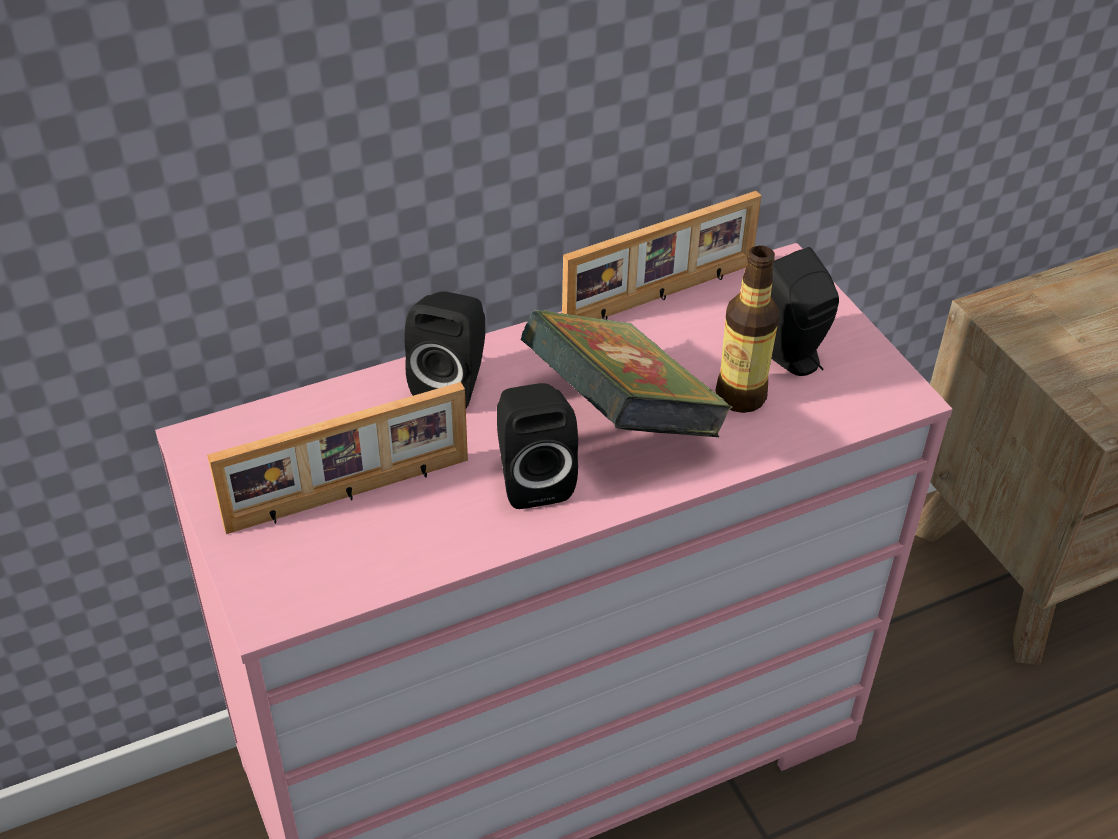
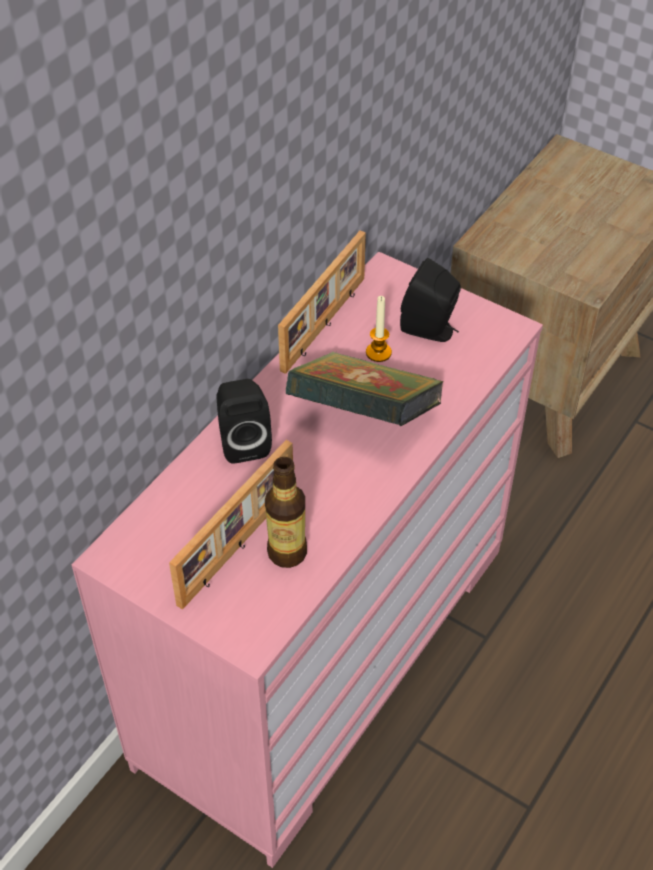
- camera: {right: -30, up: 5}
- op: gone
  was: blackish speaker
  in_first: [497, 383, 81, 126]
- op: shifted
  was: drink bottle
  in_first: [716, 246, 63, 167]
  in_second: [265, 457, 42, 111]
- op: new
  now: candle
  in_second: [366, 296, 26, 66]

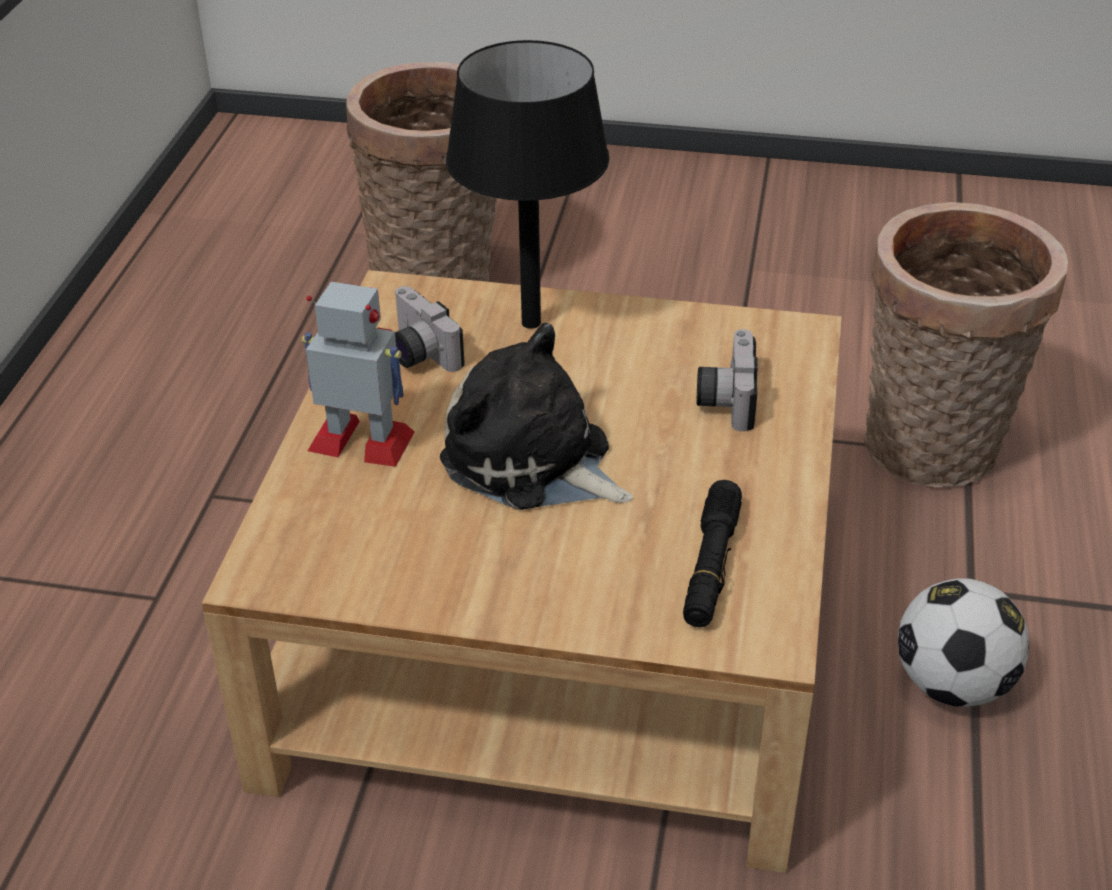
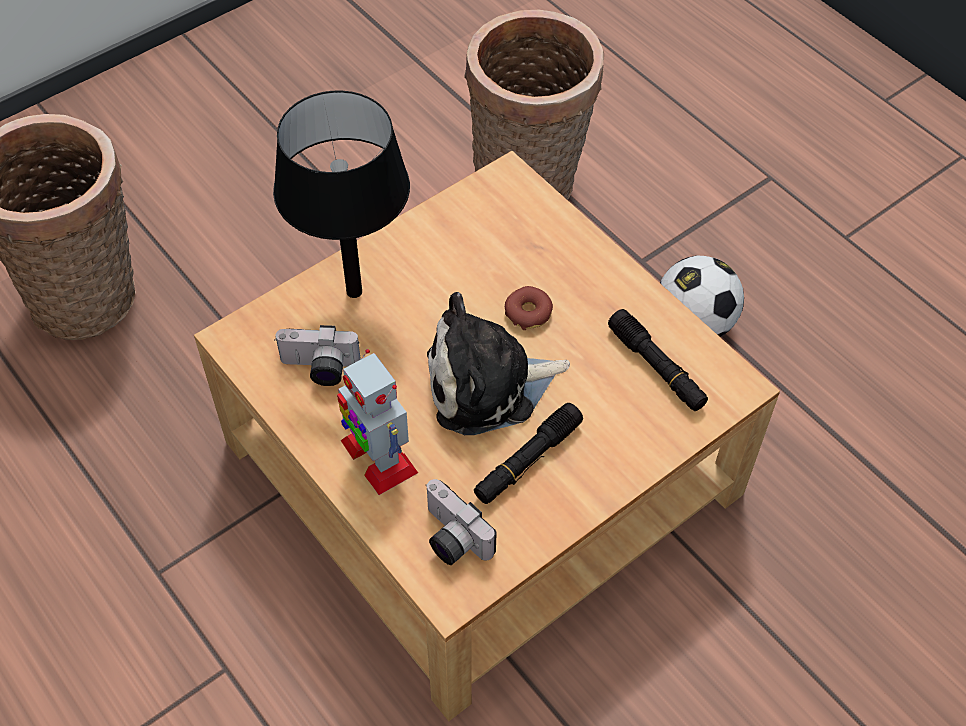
- camera: {right: -50, up: 15}
- op: rotated
  was: robot figure
  in_first: [301, 282, 114, 185]
  in_second: [337, 349, 81, 146]
  clockwise: -90
- op: shifted
  was: still camera
  in_first: [697, 329, 61, 102]
  in_second: [427, 479, 70, 86]
- op: new
  now: blackish torch
  in_second: [474, 403, 109, 101]
- op: new
  now: doughnut
  in_second: [505, 286, 48, 44]

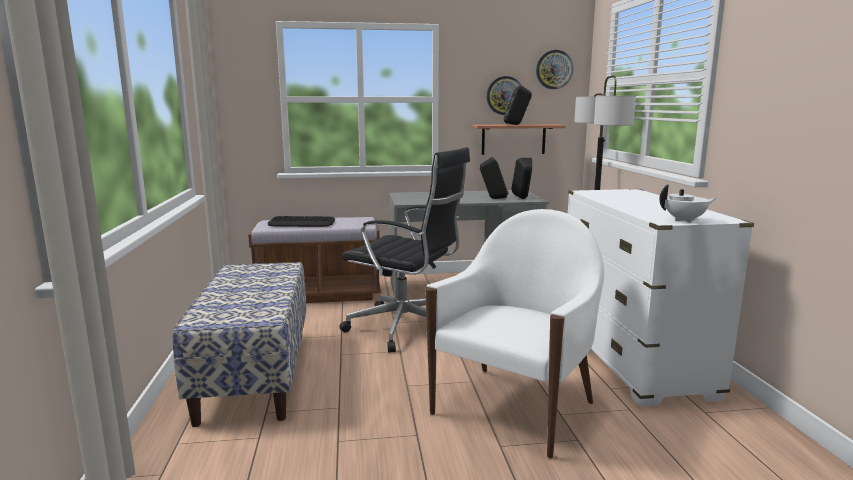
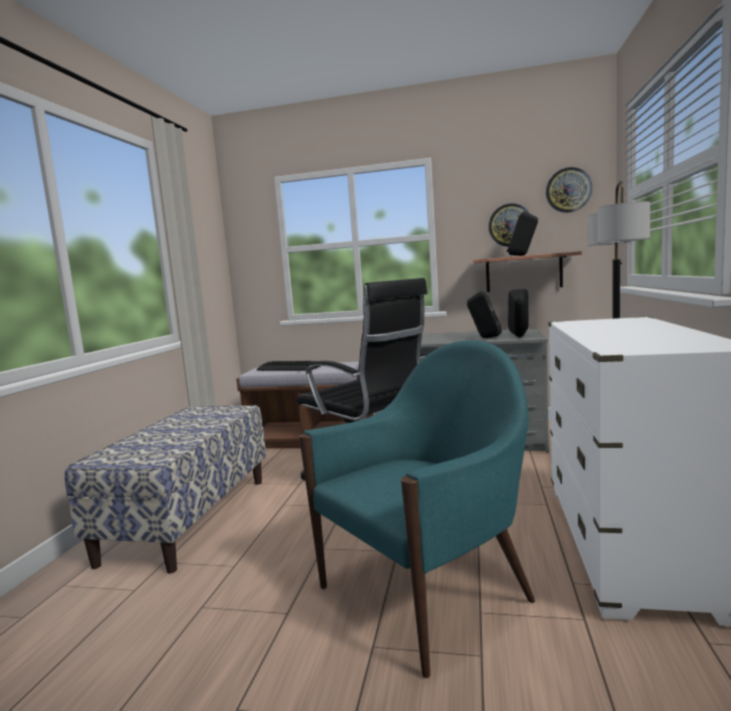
- camera: {right: 20, up: -5}
- op: repainted
  was: white armchair
  now: blue-green armchair
  in_first: [425, 209, 179, 249]
  in_second: [299, 340, 236, 338]
- op: gone
  was: white tea pot
  in_first: [659, 184, 57, 39]

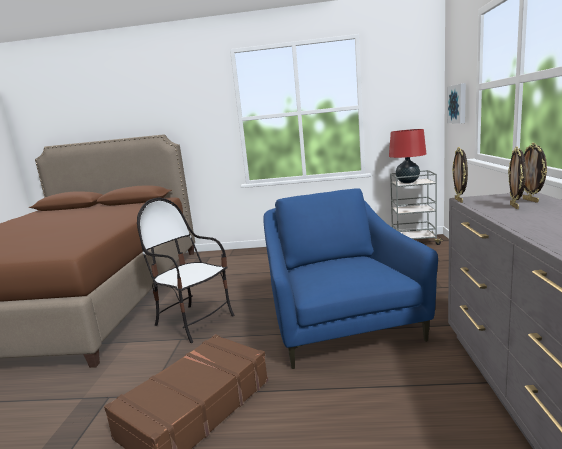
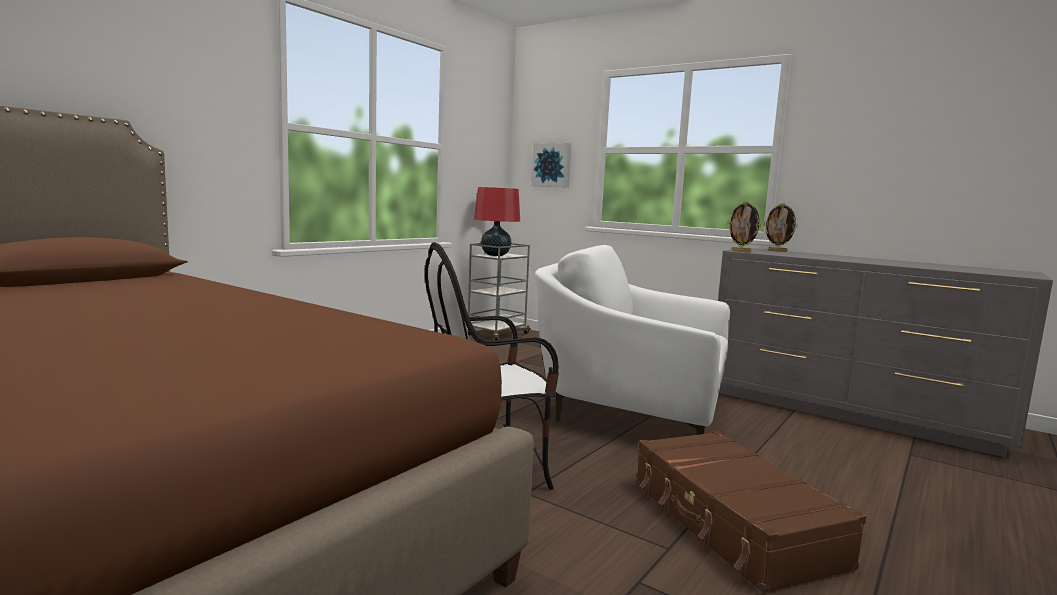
- camera: {right: -60, up: -5}
- op: repainted
  was: blue armchair
  now: white armchair
  in_first: [263, 189, 175, 180]
  in_second: [535, 245, 195, 190]
- op: gone
  was: photo frame
  in_first: [508, 146, 18, 63]

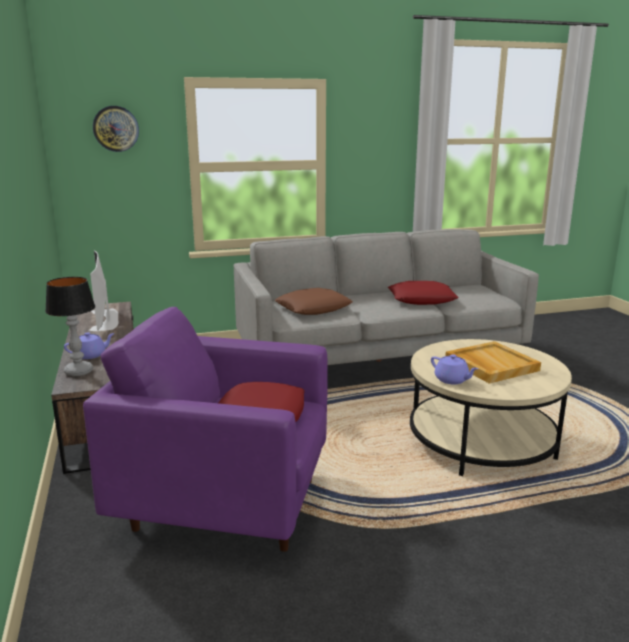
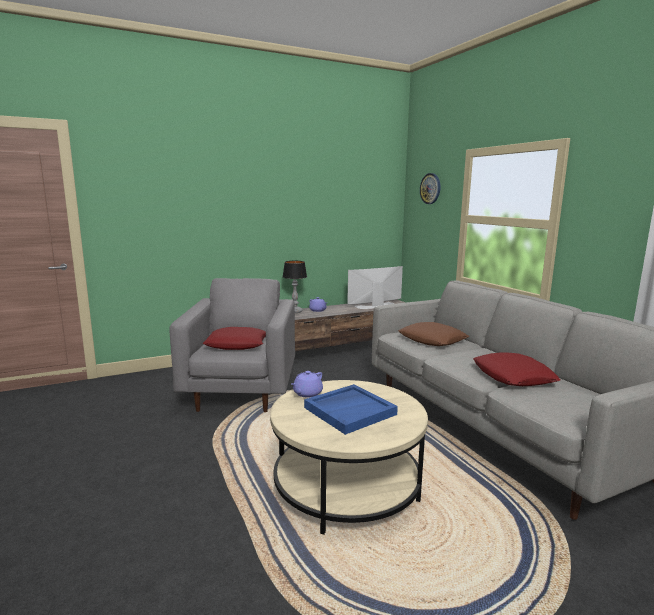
- camera: {right: 80, up: -5}
- op: repainted
  was: purple-coloured armchair
  now: greyish armchair
  in_first: [83, 307, 245, 245]
  in_second: [169, 278, 126, 134]
- op: repainted
  was: sand-coloured serving tray
  now: blue serving tray
  in_first: [445, 341, 96, 43]
  in_second: [304, 384, 94, 51]

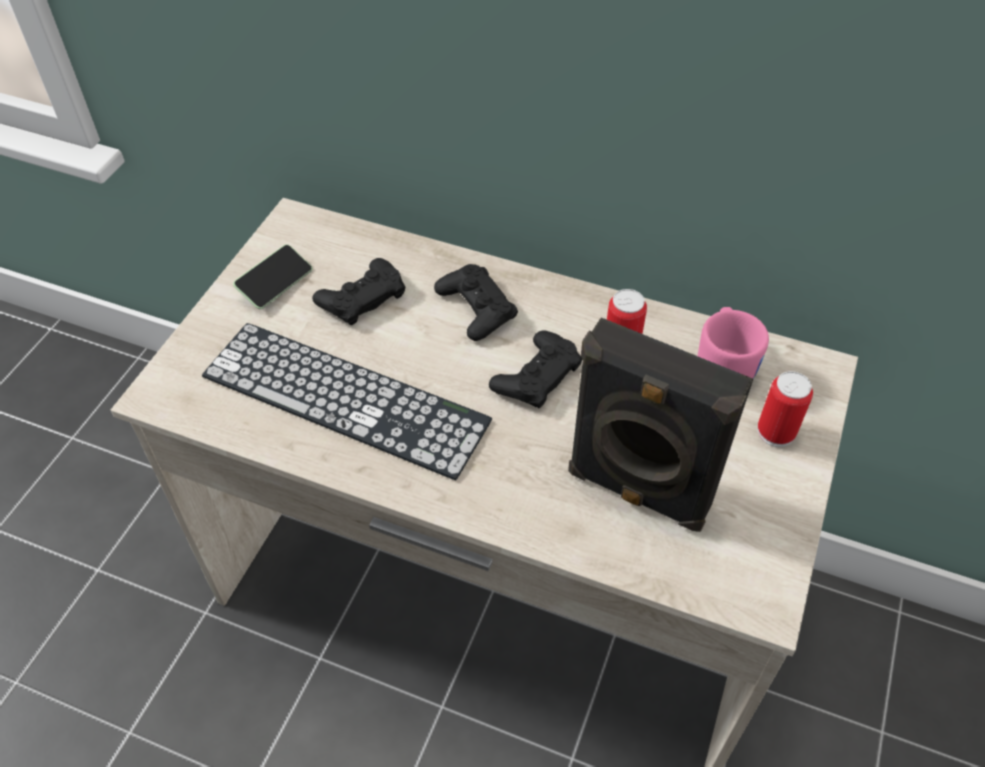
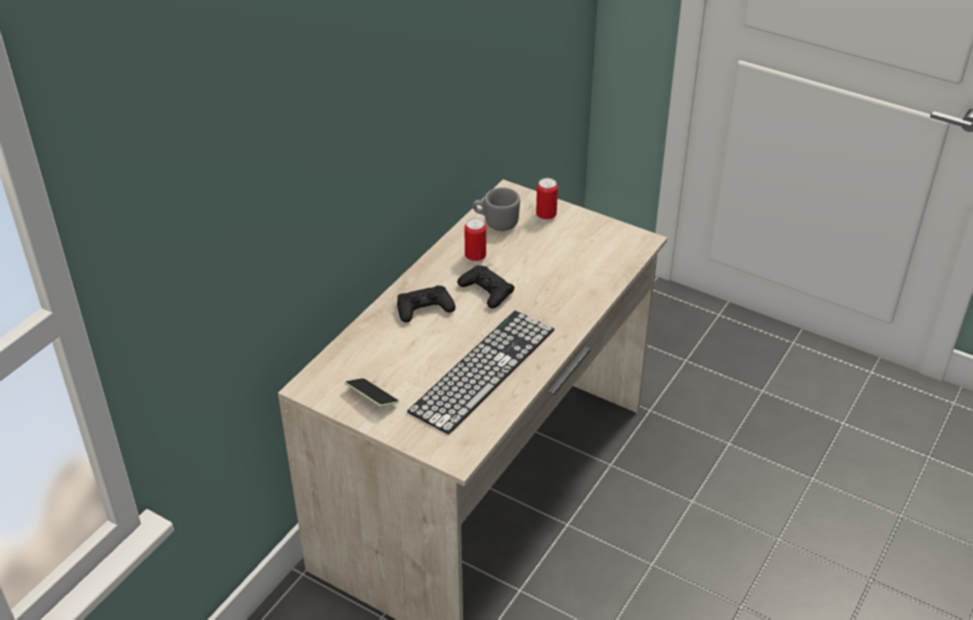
- camera: {right: -80, up: -10}
- op: gone
  was: blackish joypad
  in_first: [312, 258, 94, 67]
- op: gone
  was: blackish speaker
  in_first: [568, 317, 185, 215]
- op: repainted
  was: pink-coloured tea mug
  now: greyish tea mug
  in_first: [698, 307, 71, 71]
  in_second: [473, 187, 47, 44]

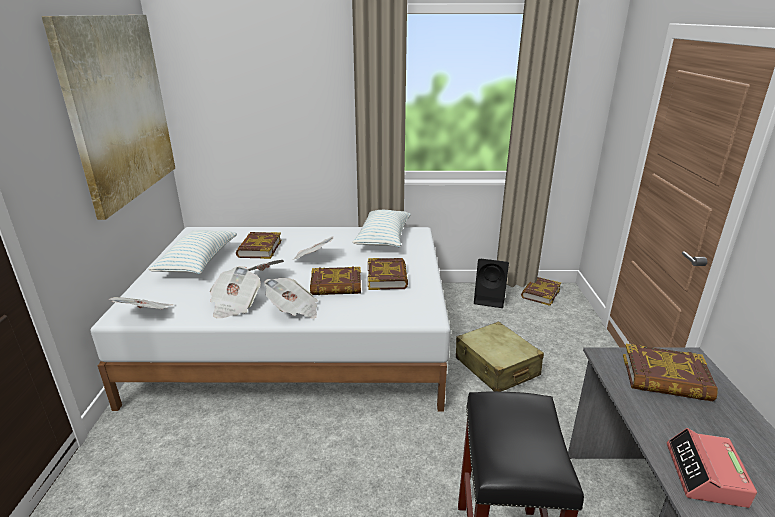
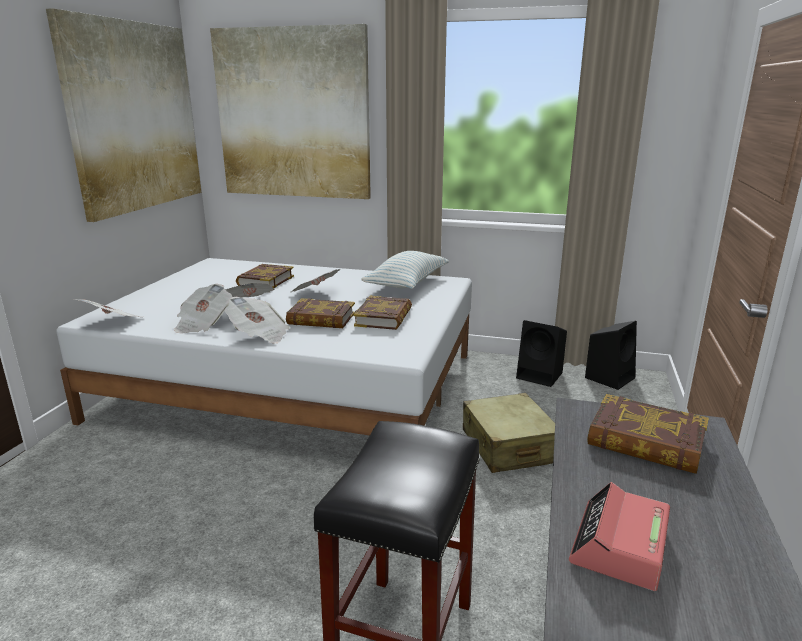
- camera: {right: 15, up: -5}
- op: gone
  was: throw pillow
  in_first: [149, 230, 88, 44]
- op: swapped
  was: bound book
  now: blackish speaker
  in_first: [521, 277, 40, 29]
  in_second: [585, 321, 52, 69]
- op: new
  now: wall art
  in_second: [210, 24, 161, 175]

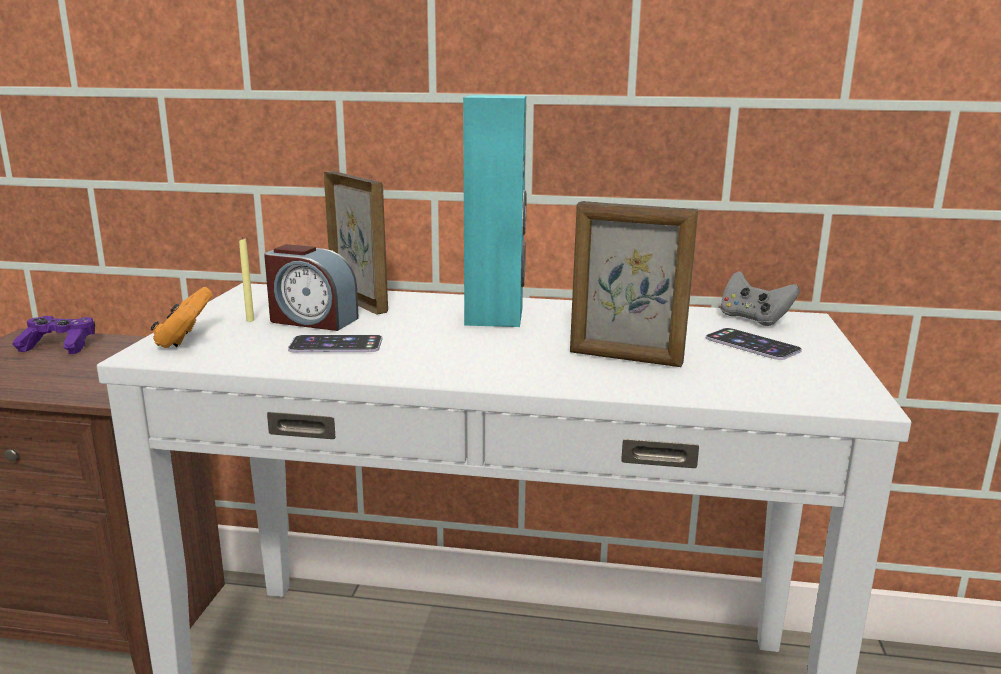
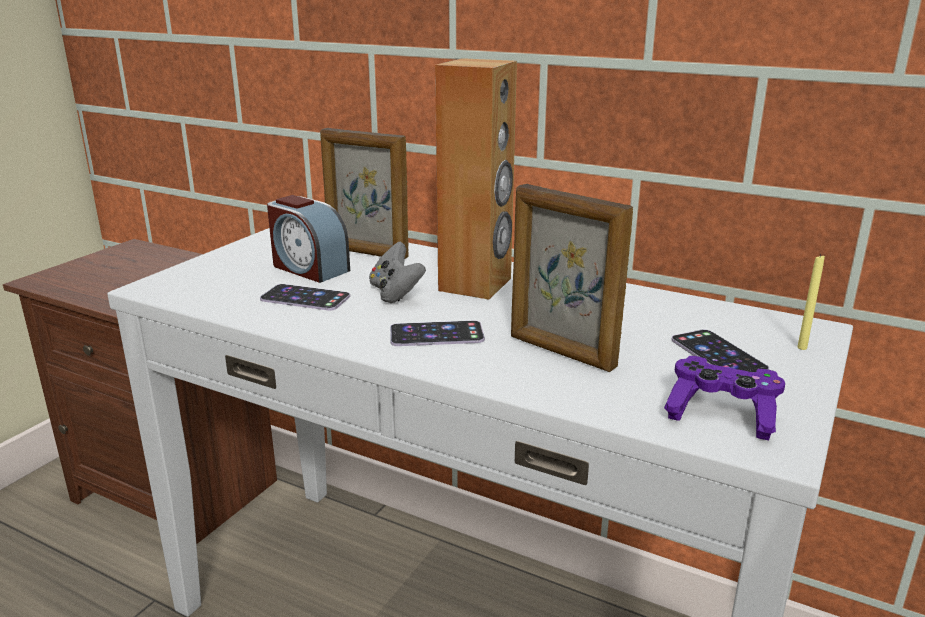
- camera: {right: 20, up: 5}
- op: shifted
  was: purple-coloured joypad
  in_first: [12, 316, 83, 38]
  in_second: [664, 356, 121, 84]
- op: gone
  was: orange-coloured joypad
  in_first: [151, 287, 62, 61]
- op: shifted
  was: yellow candle
  in_first: [239, 237, 15, 85]
  in_second: [797, 254, 28, 96]
- op: rotated
  was: photo frame
  in_first: [324, 171, 64, 143]
  in_second: [320, 128, 89, 131]
  clockwise: 135
- op: repainted
  was: blue-green speaker
  now: brown speaker
  in_first: [463, 95, 64, 232]
  in_second: [435, 58, 82, 242]
- op: shifted
  was: greyish joypad
  in_first: [720, 271, 80, 55]
  in_second: [369, 241, 57, 62]
- op: new
  now: handset
  in_second: [390, 321, 95, 25]

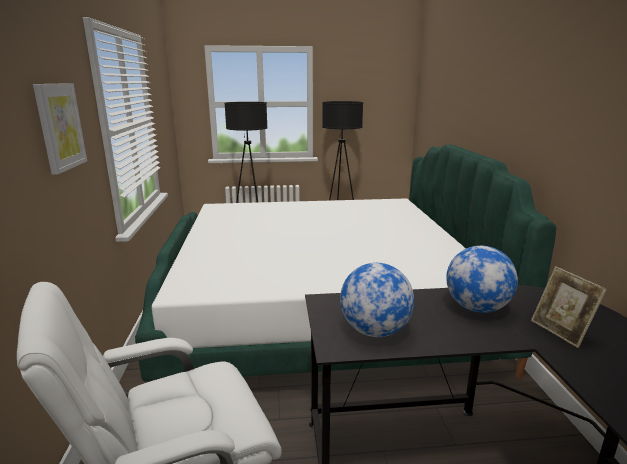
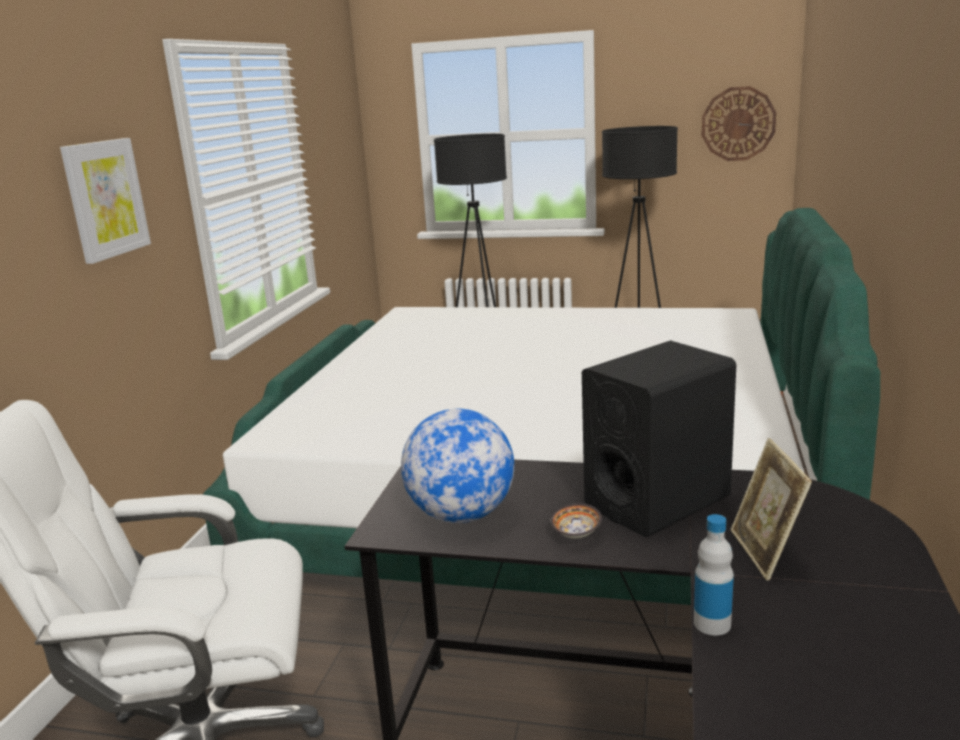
- camera: {right: 20, up: 0}
- op: swapped
  was: desk globe
  now: blackish speaker
  in_first: [446, 246, 72, 67]
  in_second: [582, 340, 154, 197]
- op: new
  now: bowl
  in_second: [550, 503, 52, 36]
- op: new
  now: drink bottle
  in_second: [694, 514, 40, 122]
- op: new
  now: hanging clock
  in_second: [701, 86, 75, 75]

